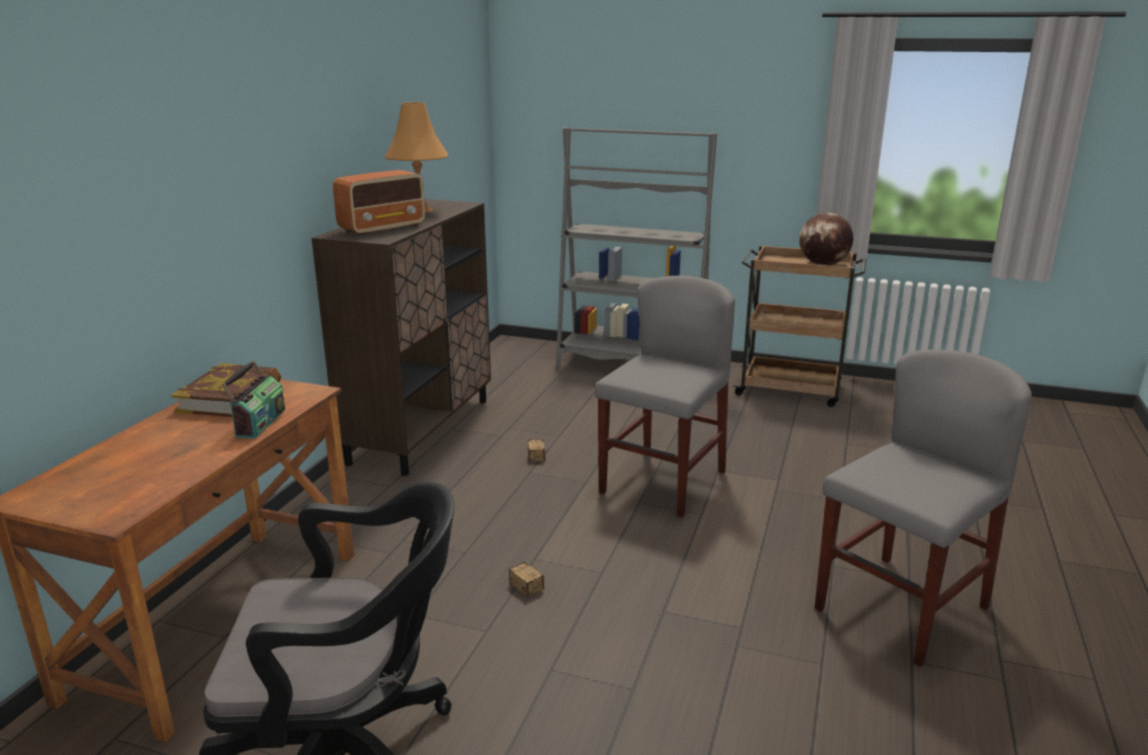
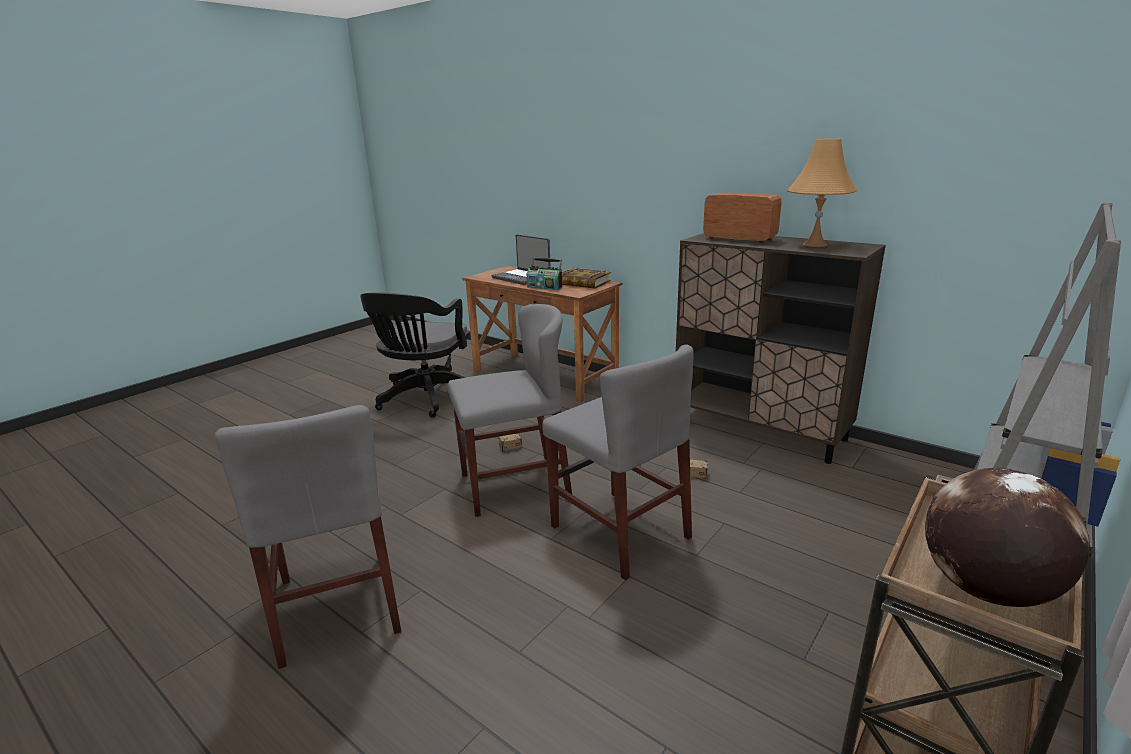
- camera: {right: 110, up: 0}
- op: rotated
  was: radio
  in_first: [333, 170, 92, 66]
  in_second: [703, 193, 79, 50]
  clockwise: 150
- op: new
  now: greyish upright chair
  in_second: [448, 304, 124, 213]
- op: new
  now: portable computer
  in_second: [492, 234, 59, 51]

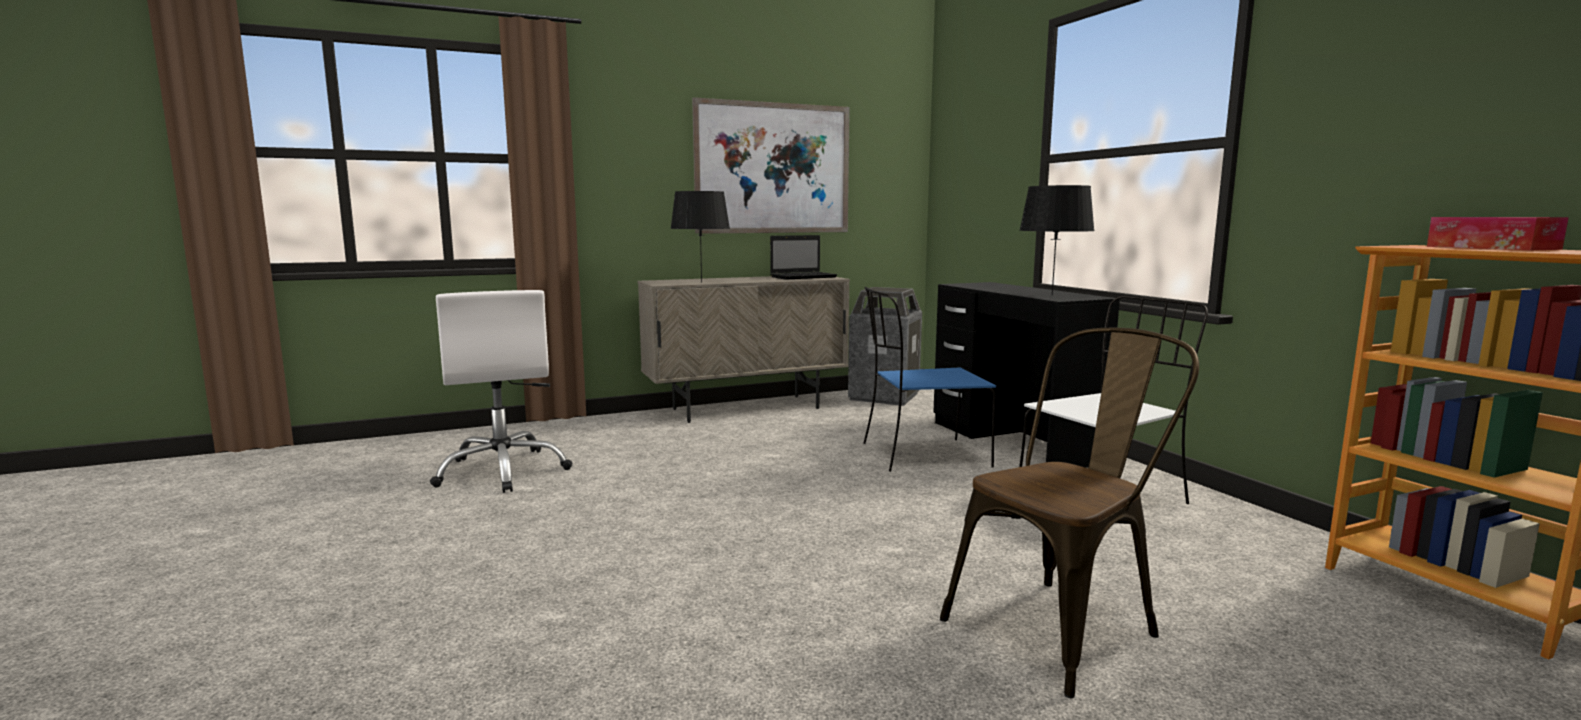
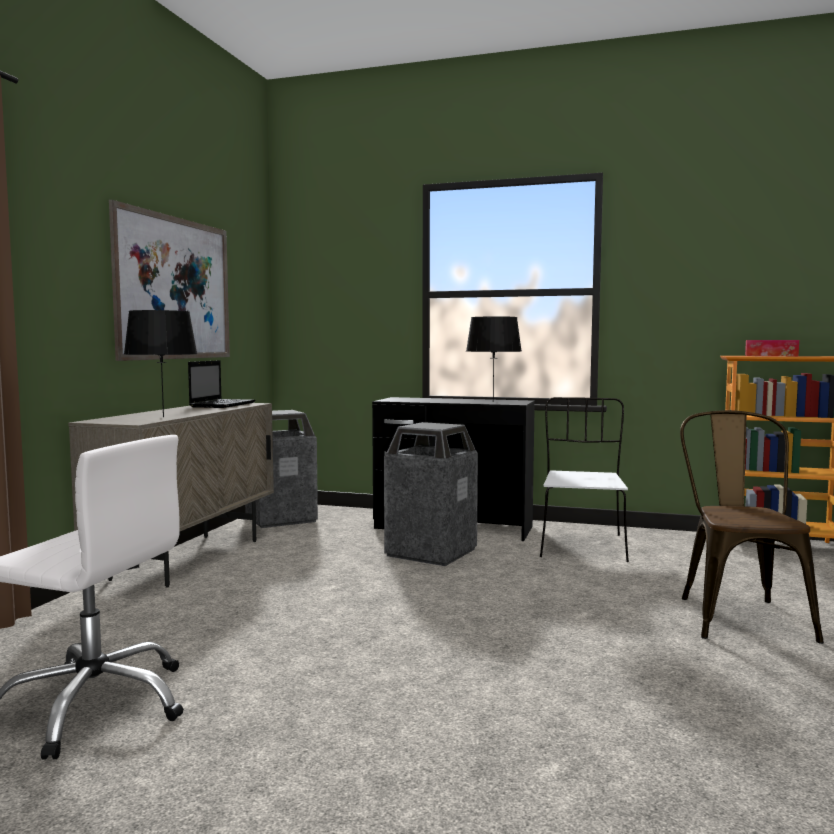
- camera: {right: -50, up: -5}
- op: swapped
  was: blue upright chair
  now: trash can
  in_first: [863, 287, 133, 185]
  in_second: [384, 422, 94, 144]

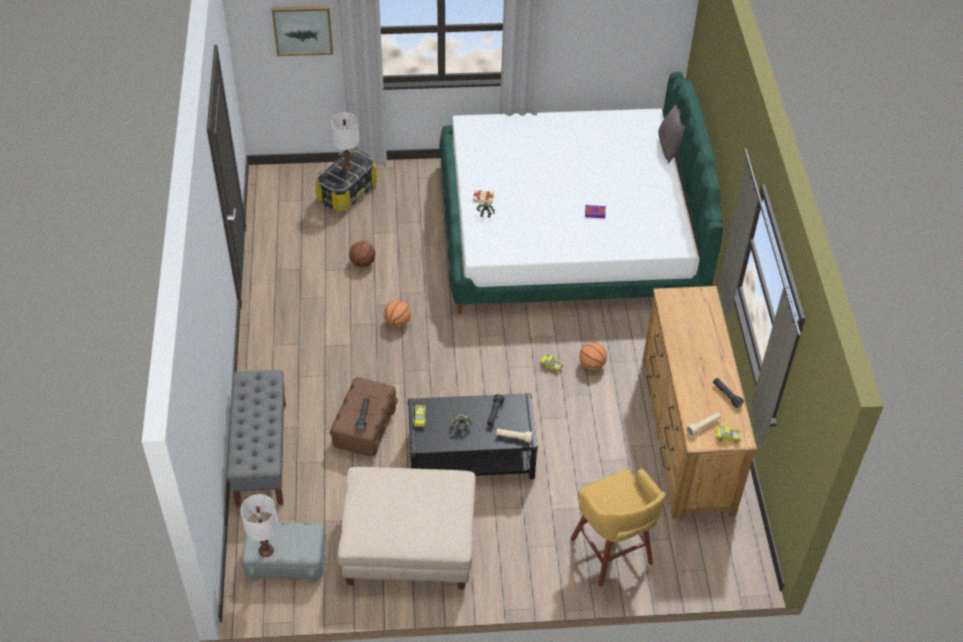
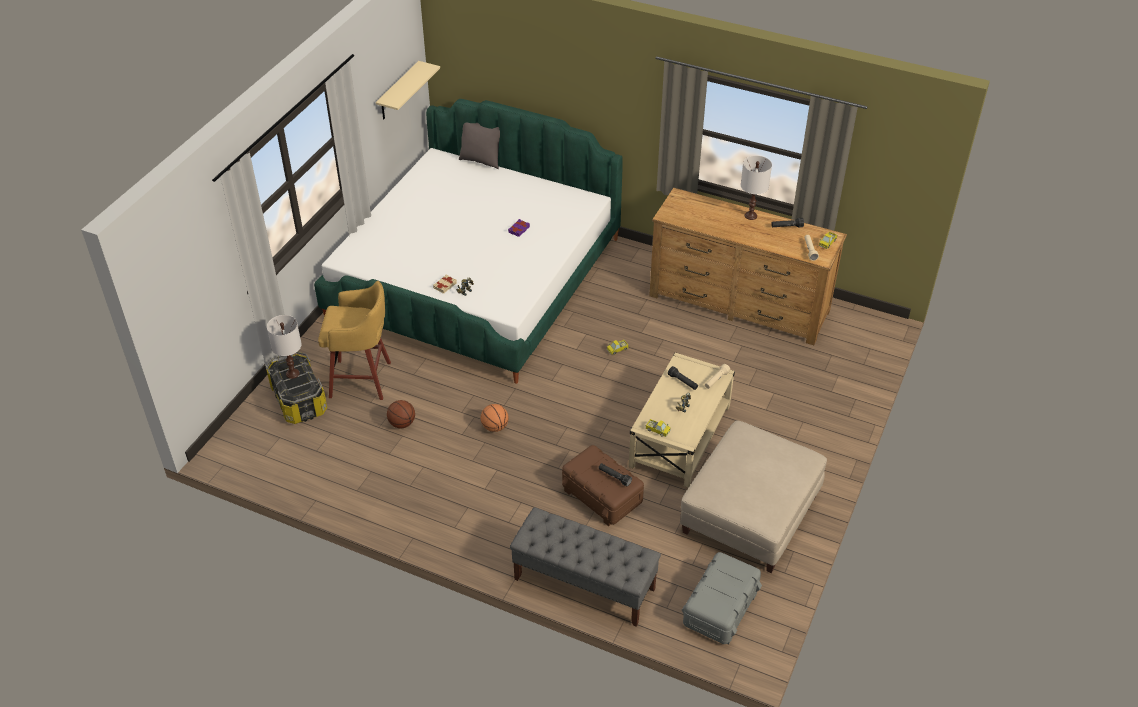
- camera: {right: -60, up: -5}
- op: shifted
  was: white table lamp
  in_first: [241, 494, 38, 63]
  in_second: [741, 155, 31, 65]
- op: gone
  was: wall art
  in_first: [272, 6, 61, 50]
- op: repainted
  was: blackish coffee table
  now: sand-coloured coffee table
  in_first: [407, 393, 131, 86]
  in_second: [629, 352, 106, 136]
- op: shifted
  was: yellow stool seat
  in_first: [570, 469, 96, 118]
  in_second: [318, 281, 73, 119]
- op: gone
  was: basketball ball
  in_first: [579, 343, 28, 27]
- op: new
  now: sand-coloured shelf
  in_second: [376, 61, 64, 58]

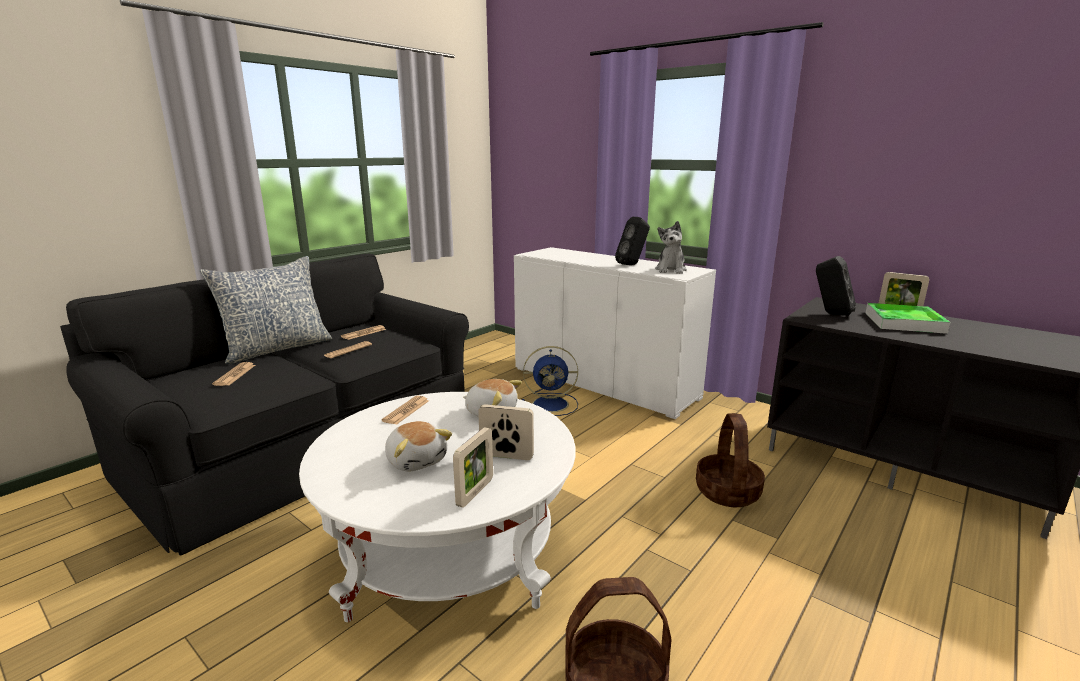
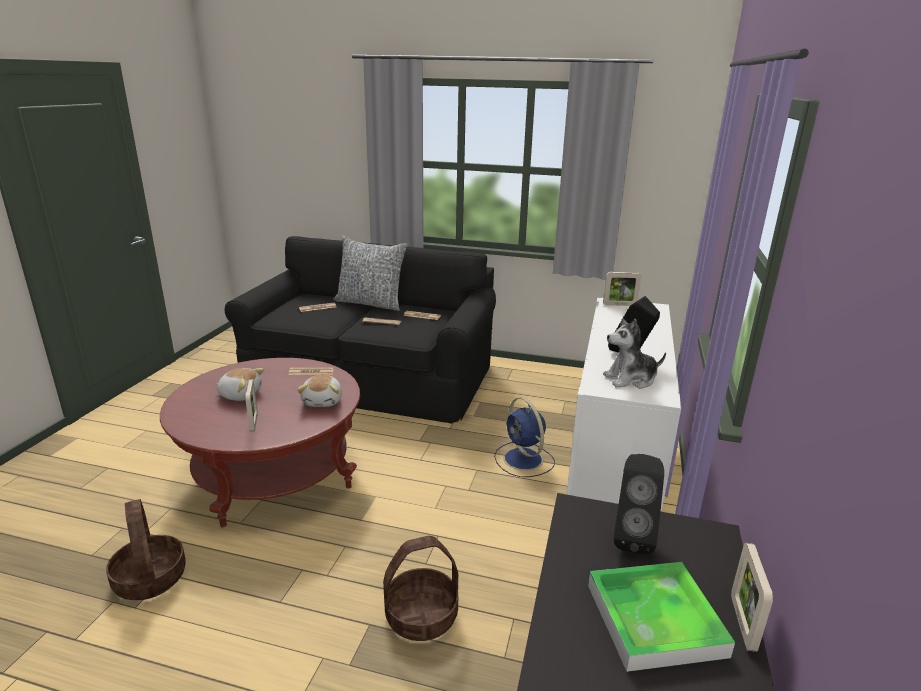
- camera: {right: 65, up: 5}
- op: repainted
  was: white coffee table
  now: reddish coffee table
  in_first: [299, 392, 276, 230]
  in_second: [160, 358, 200, 169]
- op: rotated
  was: soft toy
  in_first: [385, 421, 67, 51]
  in_second: [217, 368, 47, 33]
  clockwise: -105
- op: shifted
  was: photo frame
  in_first: [453, 427, 40, 81]
  in_second: [603, 272, 39, 34]

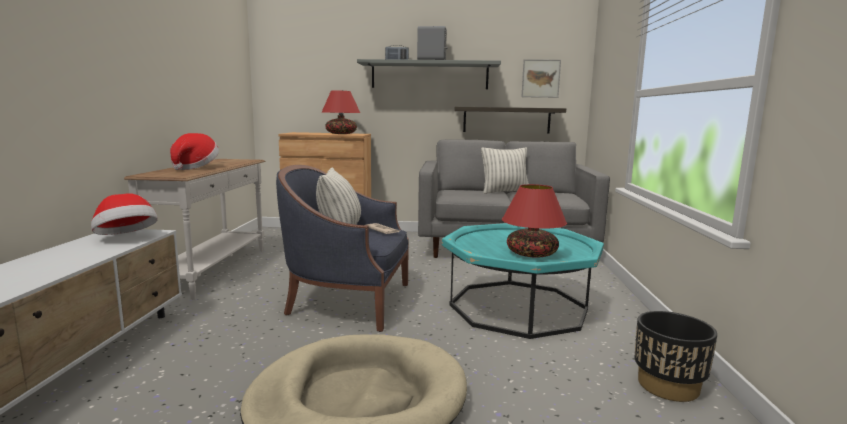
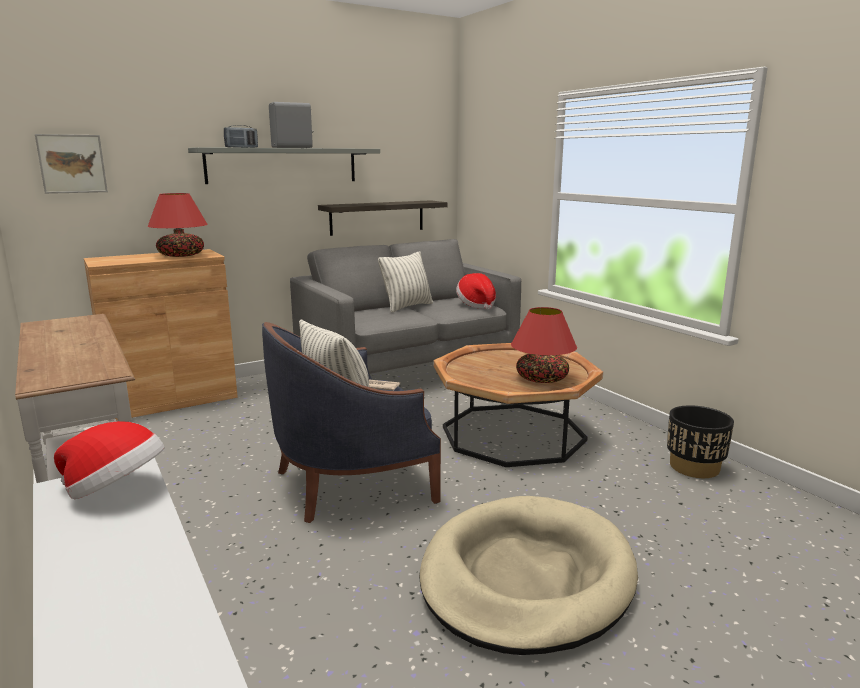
- camera: {right: -35, up: 5}
- op: shifted
  was: clothing hat
  in_first: [170, 133, 49, 37]
  in_second: [456, 273, 40, 36]
- op: repainted
  was: blue-green coffee table
  now: brown coffee table
  in_first: [442, 223, 162, 116]
  in_second: [434, 343, 169, 124]
- op: shifted
  was: wall art
  in_first: [522, 59, 39, 39]
  in_second: [35, 134, 73, 60]

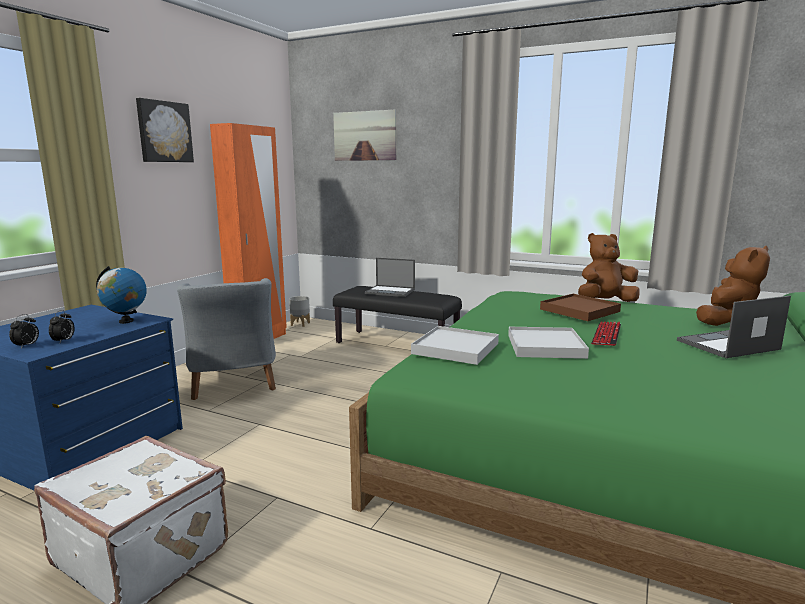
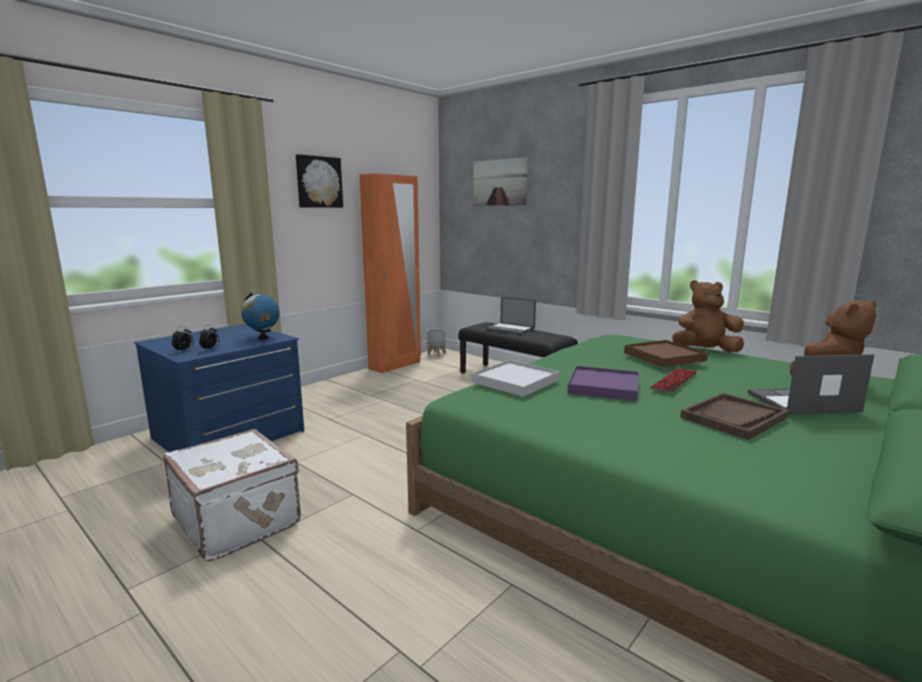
- camera: {right: 15, up: 0}
- op: gone
  was: greyish armchair
  in_first: [177, 278, 99, 122]
- op: repainted
  was: white serving tray
  now: purple-coloured serving tray
  in_first: [508, 327, 81, 32]
  in_second: [567, 366, 72, 35]
- op: new
  now: brown serving tray
  in_second: [680, 393, 109, 47]

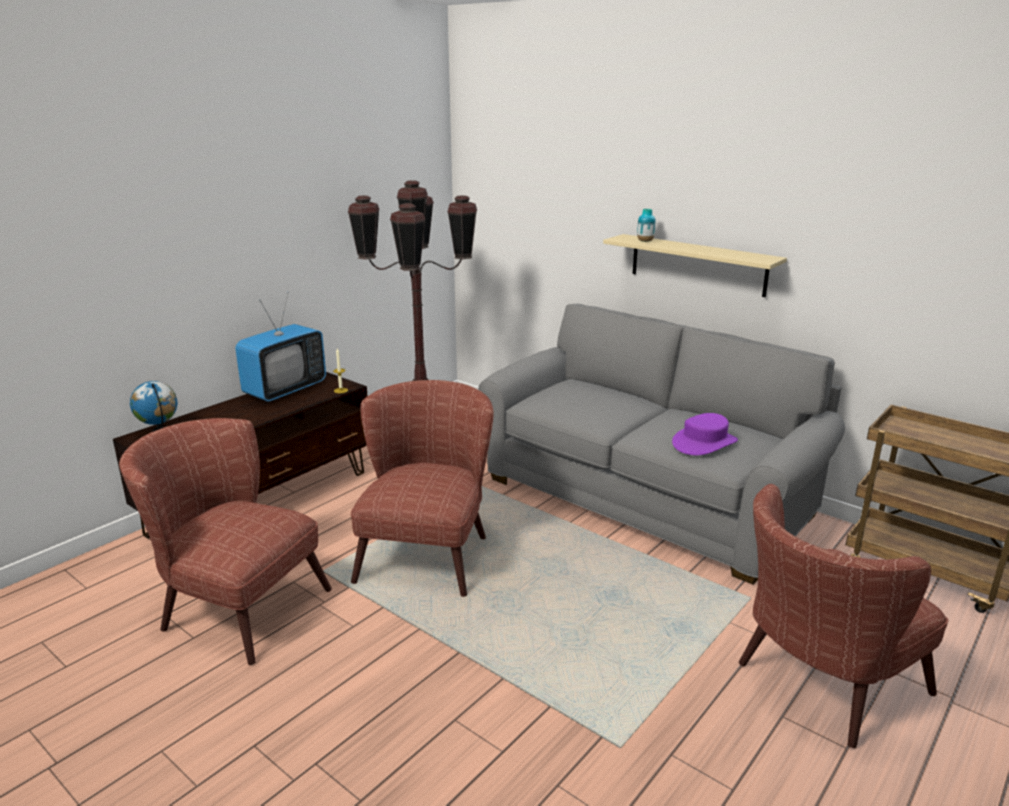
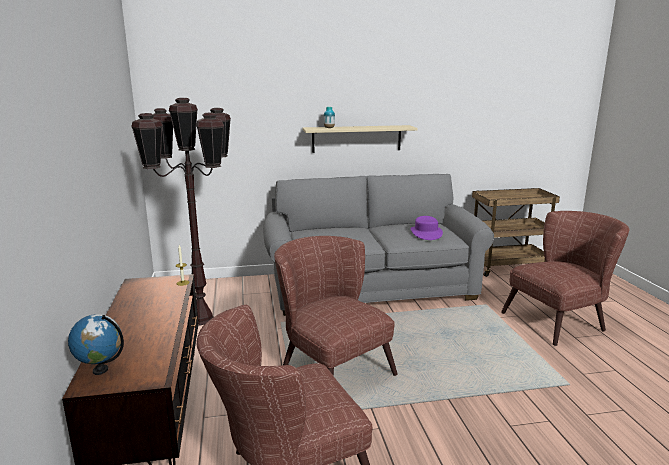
- camera: {right: -50, up: -5}
- op: gone
  was: TV
  in_first: [235, 292, 91, 110]
- op: rotated
  was: brown armchair
  in_first: [739, 484, 209, 264]
  in_second: [501, 211, 128, 135]
  clockwise: -120

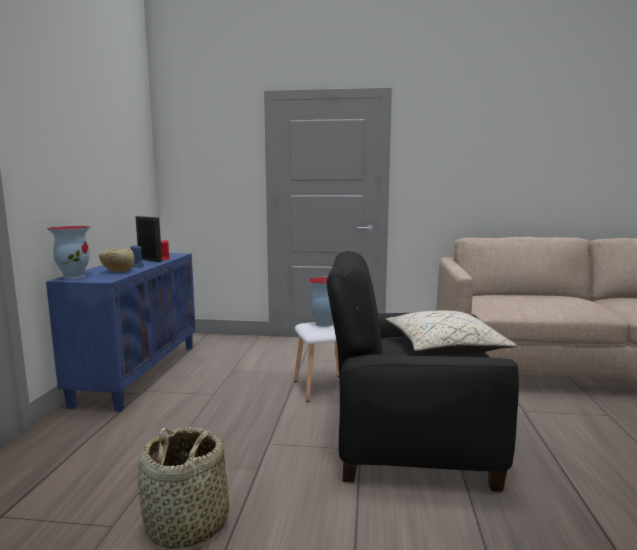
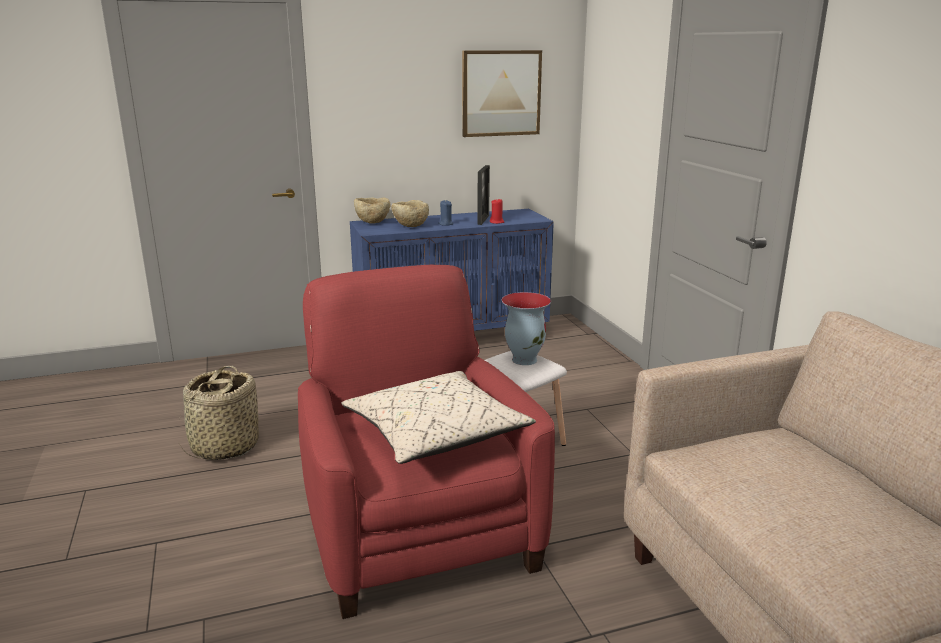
- camera: {right: 65, up: 10}
- op: swapped
  was: vase
  now: sand-coloured bowl
  in_first: [47, 226, 43, 53]
  in_second: [354, 198, 36, 26]
- op: repainted
  was: blackish armchair
  now: reddish armchair
  in_first: [326, 251, 193, 241]
  in_second: [298, 265, 257, 354]
- op: new
  now: wall art
  in_second: [462, 50, 80, 87]

